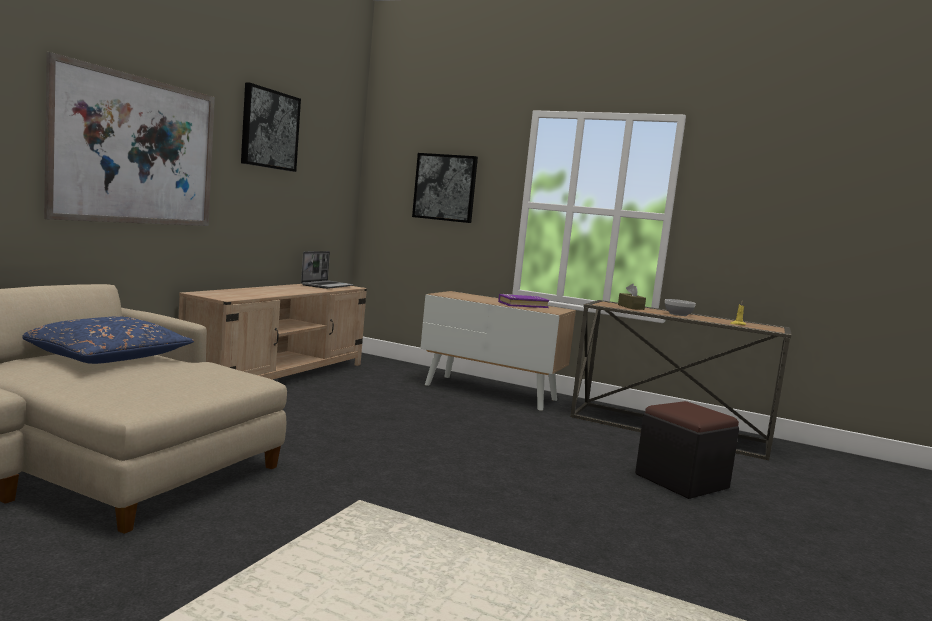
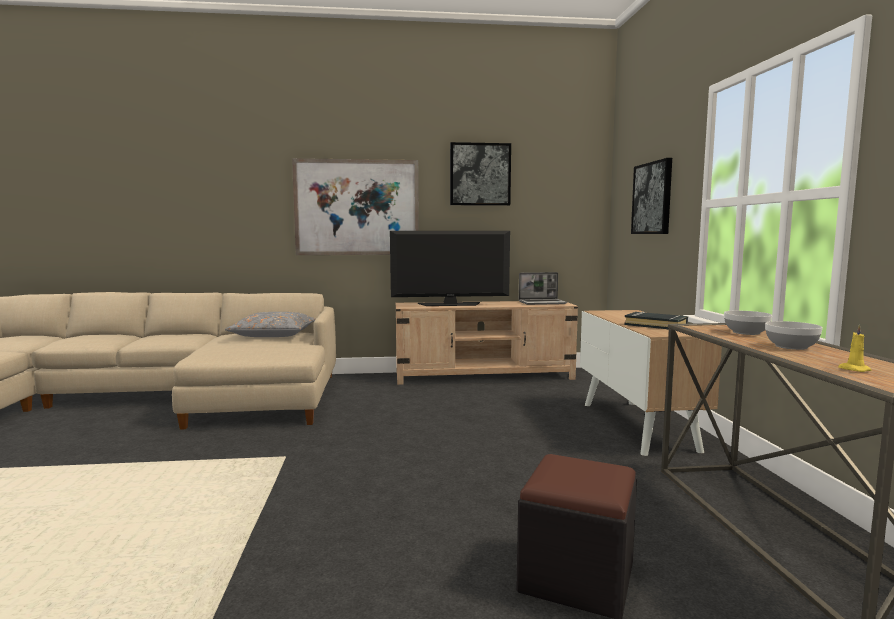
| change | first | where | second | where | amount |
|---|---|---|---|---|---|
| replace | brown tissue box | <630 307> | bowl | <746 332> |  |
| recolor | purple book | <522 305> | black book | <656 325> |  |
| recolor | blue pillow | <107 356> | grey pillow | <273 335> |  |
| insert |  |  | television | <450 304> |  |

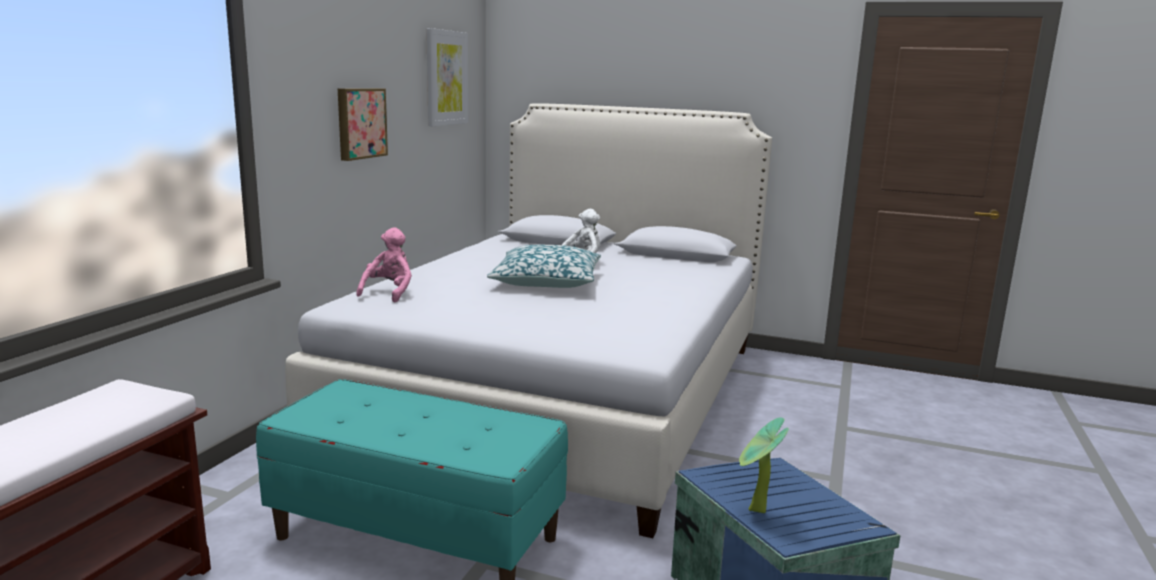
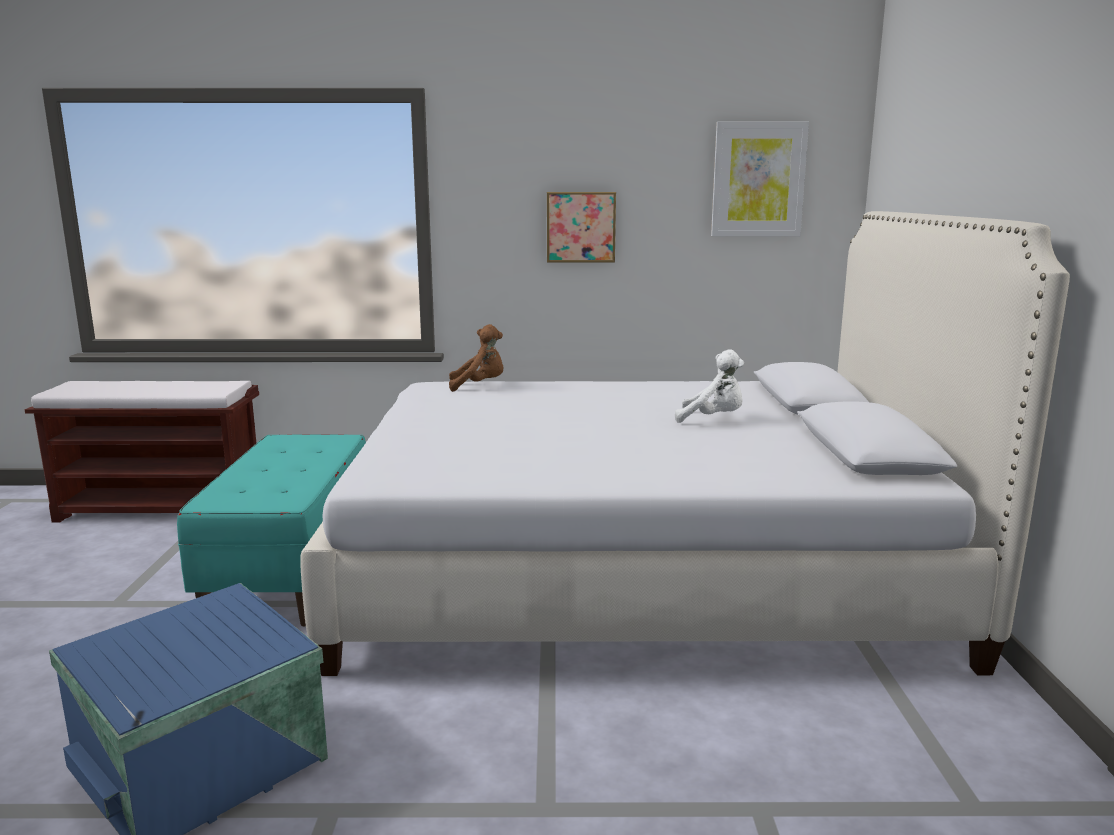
| change | first | where | second | where | amount |
|---|---|---|---|---|---|
| recolor | pink plush toy | <389 293> | brown plush toy | <479 386> |  |
| delete | pillow | <546 281> |  |  |  |
| delete | potted plant | <755 512> |  |  |  |

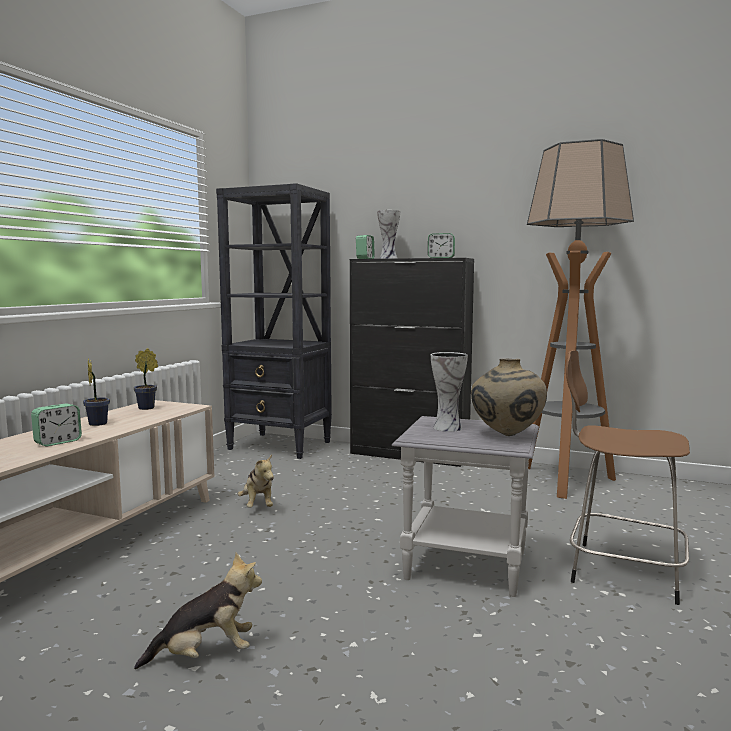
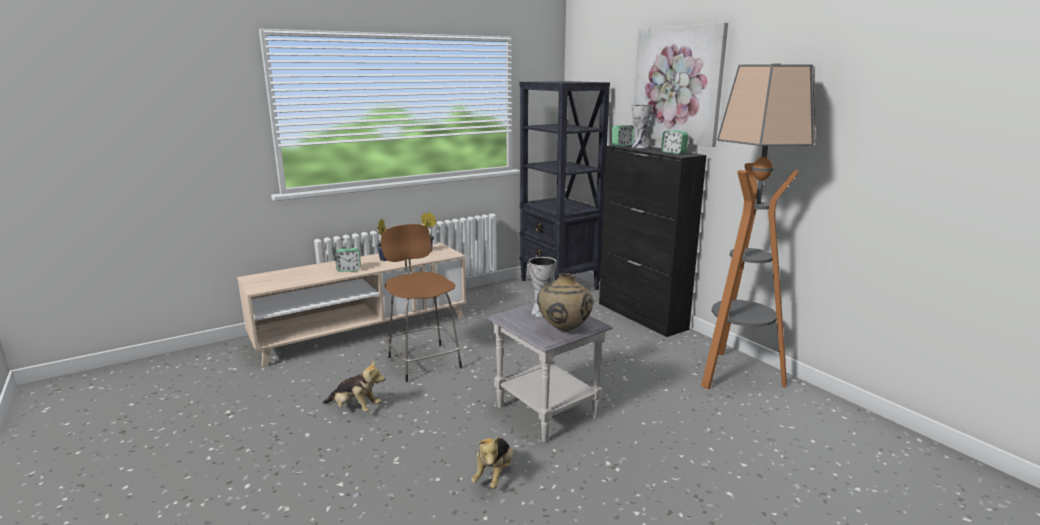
| change | first | where | second | where | amount |
|---|---|---|---|---|---|
| move | brown stool | <620 570> |  | <423 361> |  |
| move | plush toy | <257 505> |  | <494 475> |  |
| insert |  |  | picture | <677 85> |  |

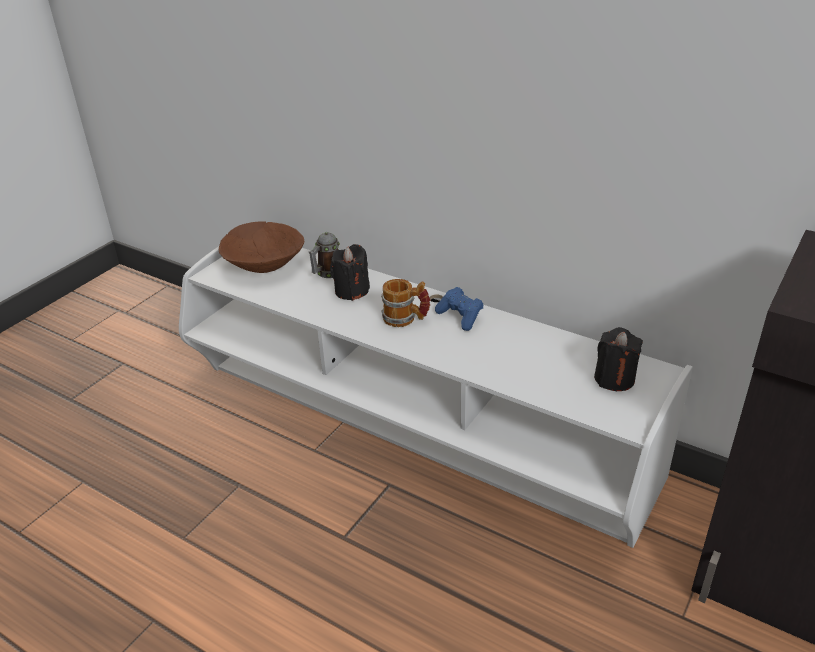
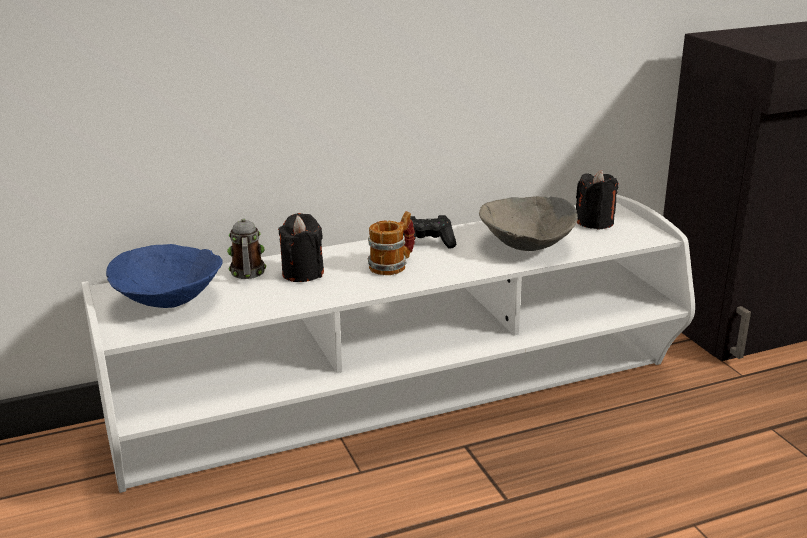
| change | first | where | second | where | amount |
|---|---|---|---|---|---|
| recolor | brown bowl | <265 266> | blue bowl | <169 300> |  |
| recolor | blue game controller | <460 317> | black game controller | <428 243> |  |
| insert |  |  | grey bowl | <527 245> |  |

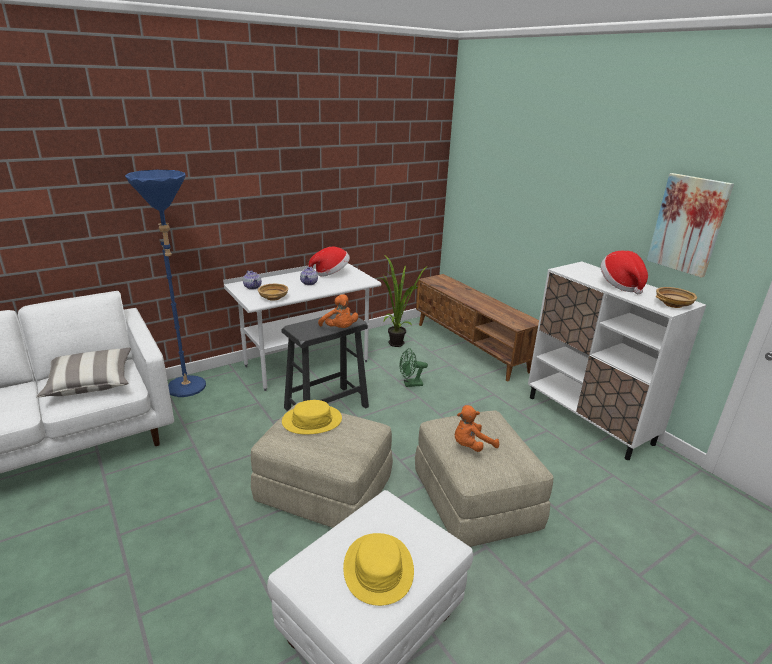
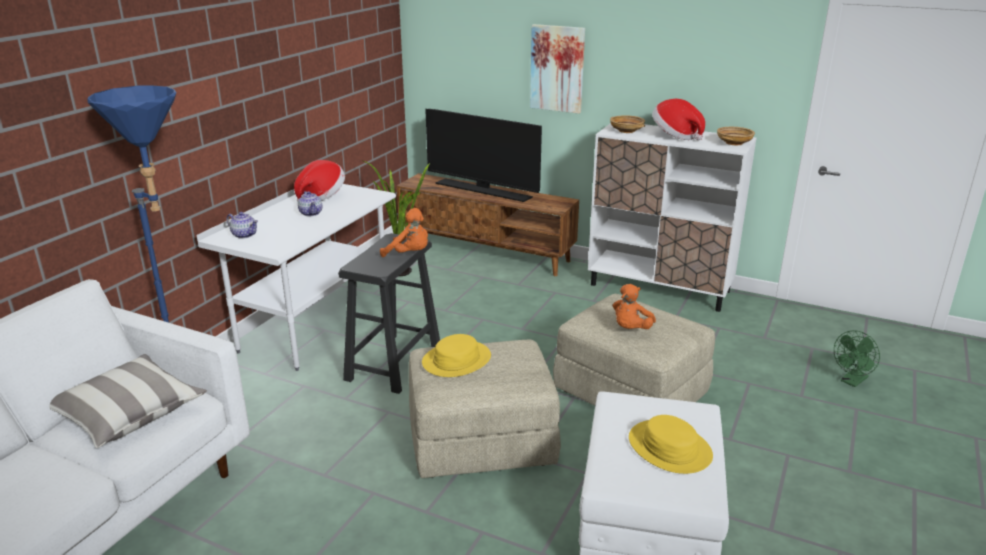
| change | first | where | second | where | amount |
|---|---|---|---|---|---|
| move | picture | <688 224> |  | <557 68> |  |
| move | beige bowl | <273 298> |  | <627 131> |  |
| move | green fan | <410 384> |  | <852 381> |  |
| insert |  |  | television | <483 190> |  |

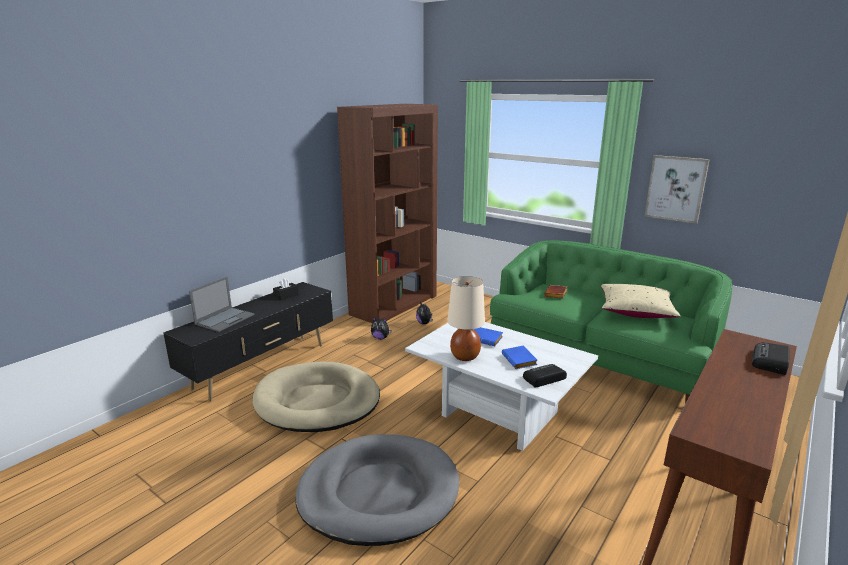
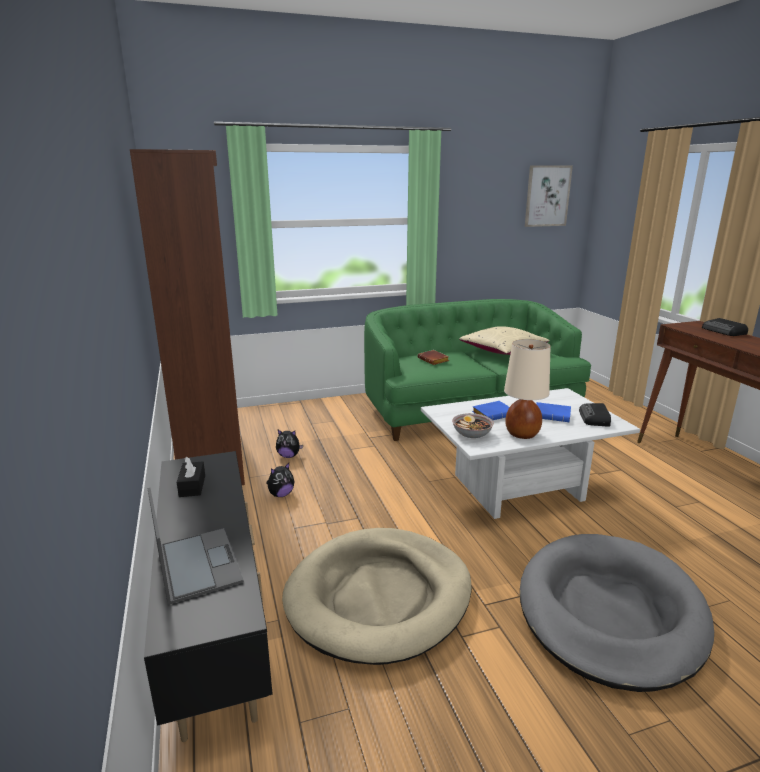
| change | first | where | second | where | amount |
|---|---|---|---|---|---|
| move | picture | <675 188> |  | <547 196> |  |
| insert |  |  | bowl | <472 434> |  |

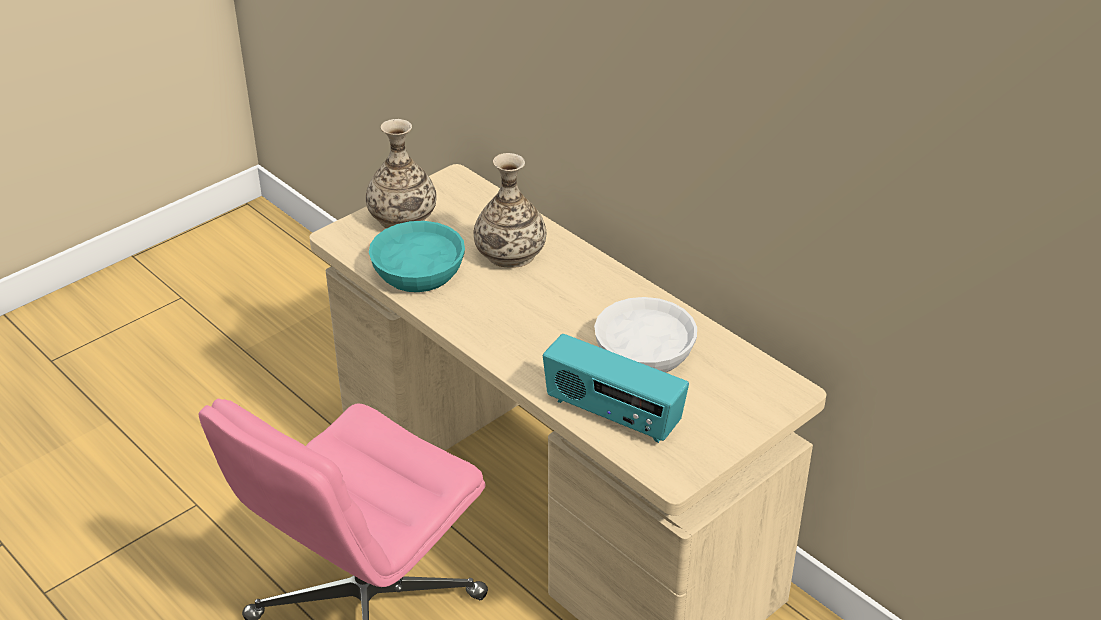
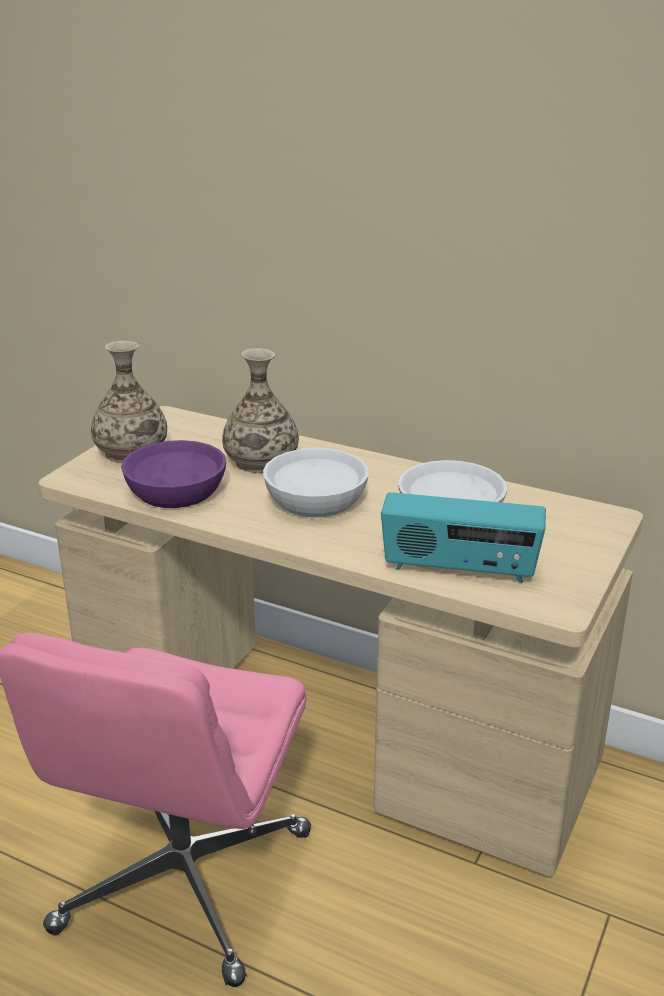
| change | first | where | second | where | amount |
|---|---|---|---|---|---|
| recolor | turquoise bowl | <417 273> | purple bowl | <175 492> |  |
| insert |  |  | white bowl | <316 501> |  |

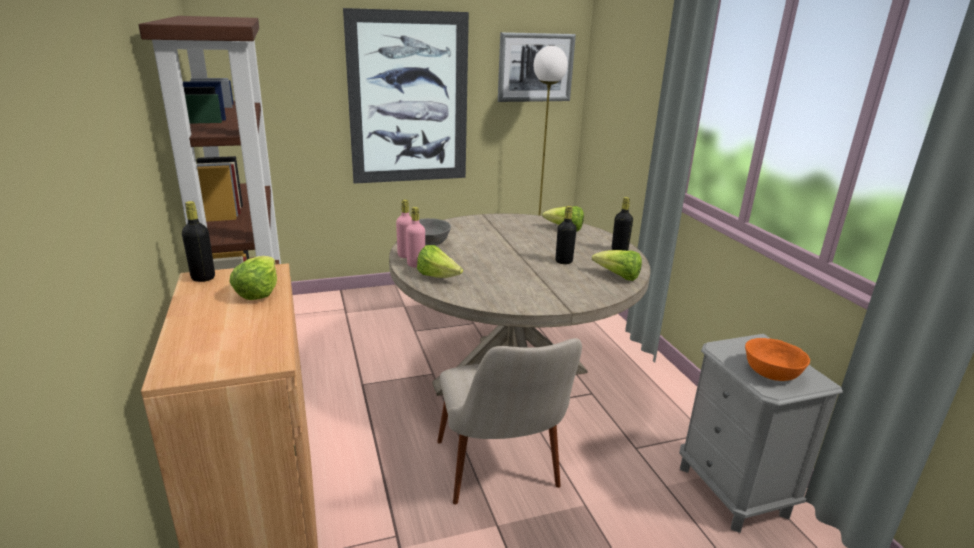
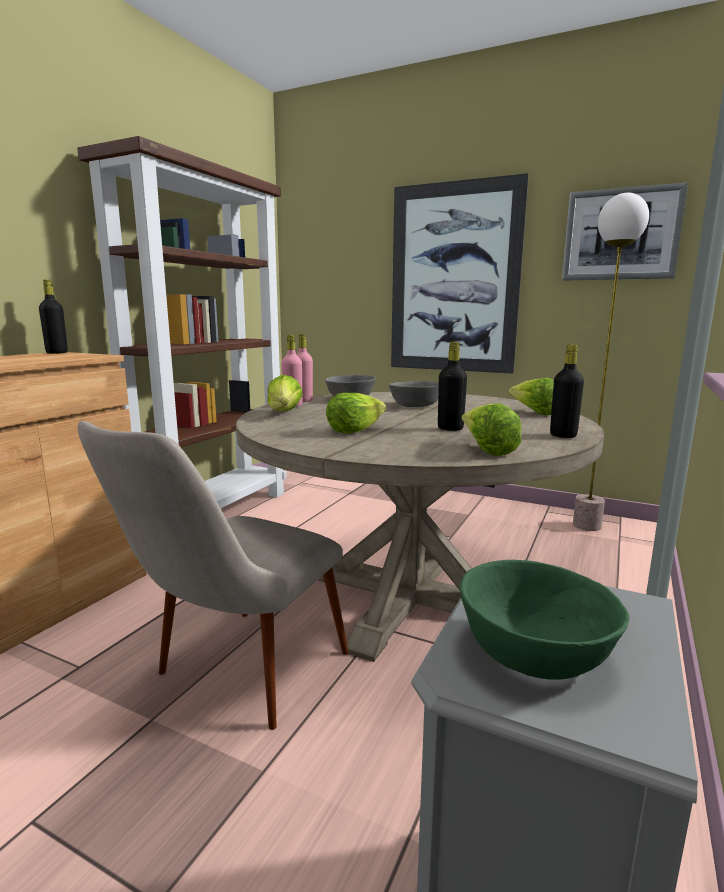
| change | first | where | second | where | amount |
|---|---|---|---|---|---|
| move | lettuce | <258 291> |  | <354 430> |  |
| recolor | orange bowl | <771 372> | green bowl | <534 651> |  |
| insert |  |  | grey bowl | <414 405> |  |

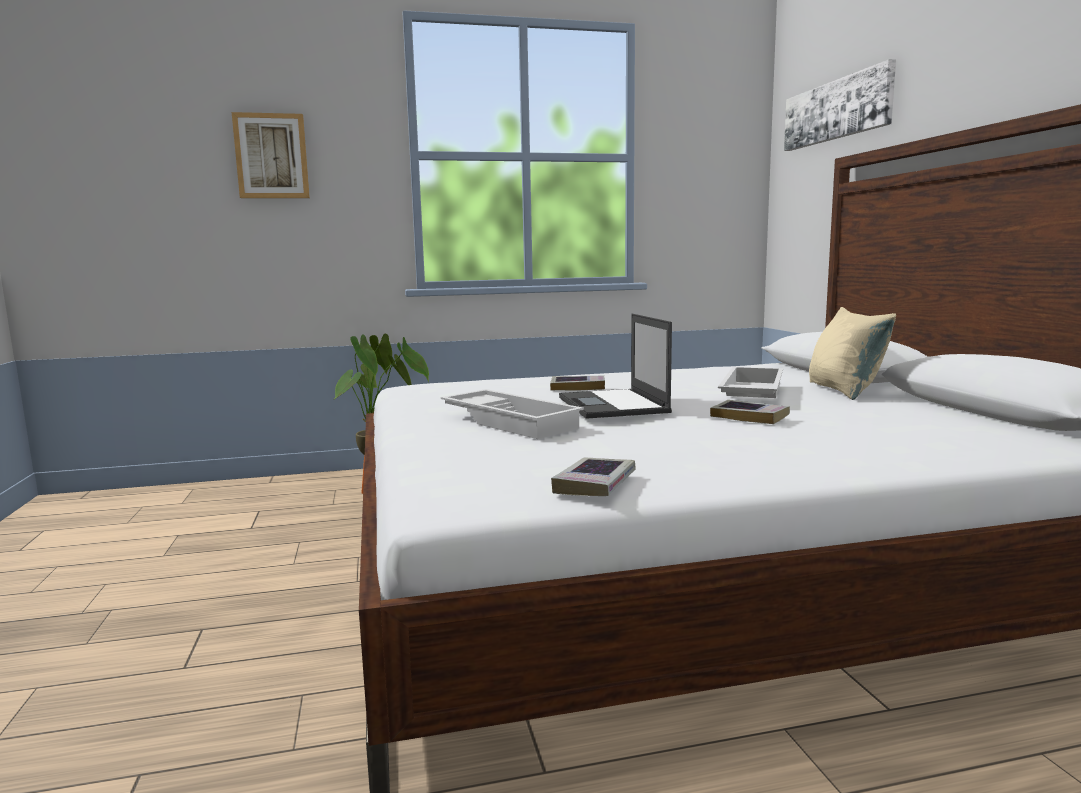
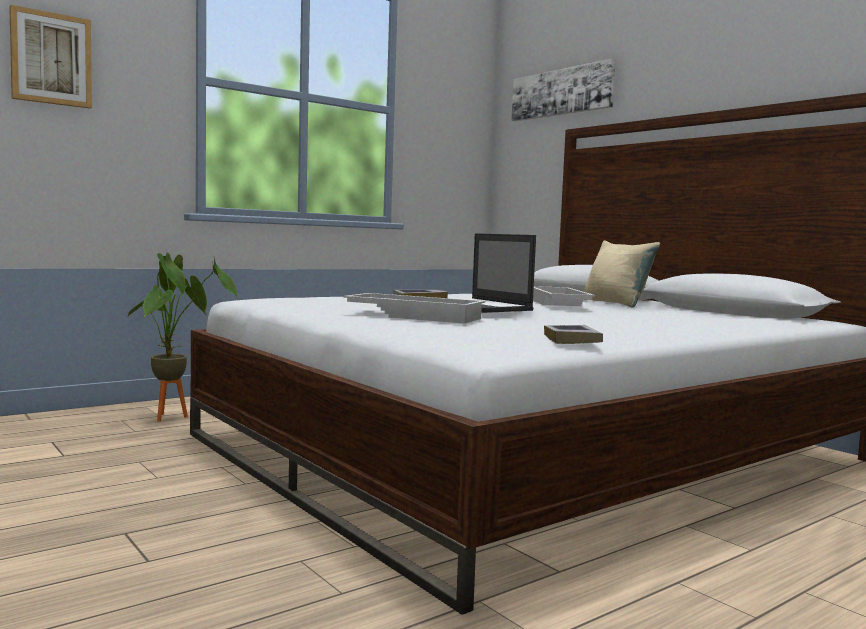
| change | first | where | second | where | amount |
|---|---|---|---|---|---|
| delete | book | <749 417> |  |  |  |

